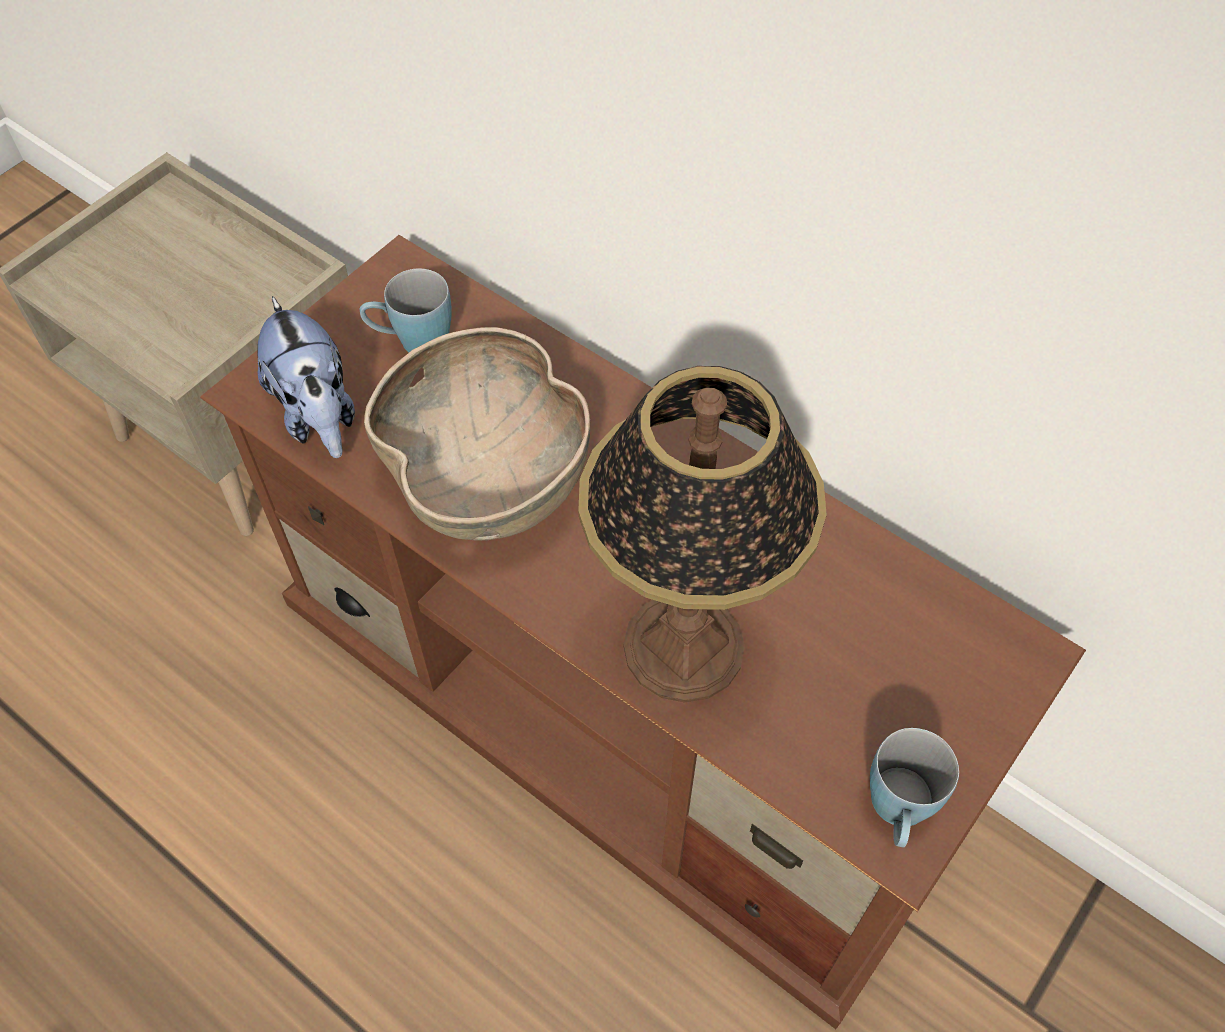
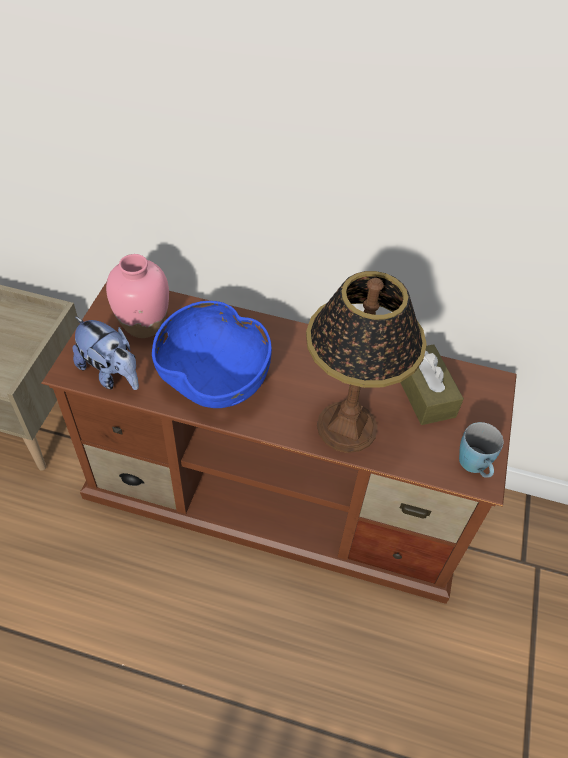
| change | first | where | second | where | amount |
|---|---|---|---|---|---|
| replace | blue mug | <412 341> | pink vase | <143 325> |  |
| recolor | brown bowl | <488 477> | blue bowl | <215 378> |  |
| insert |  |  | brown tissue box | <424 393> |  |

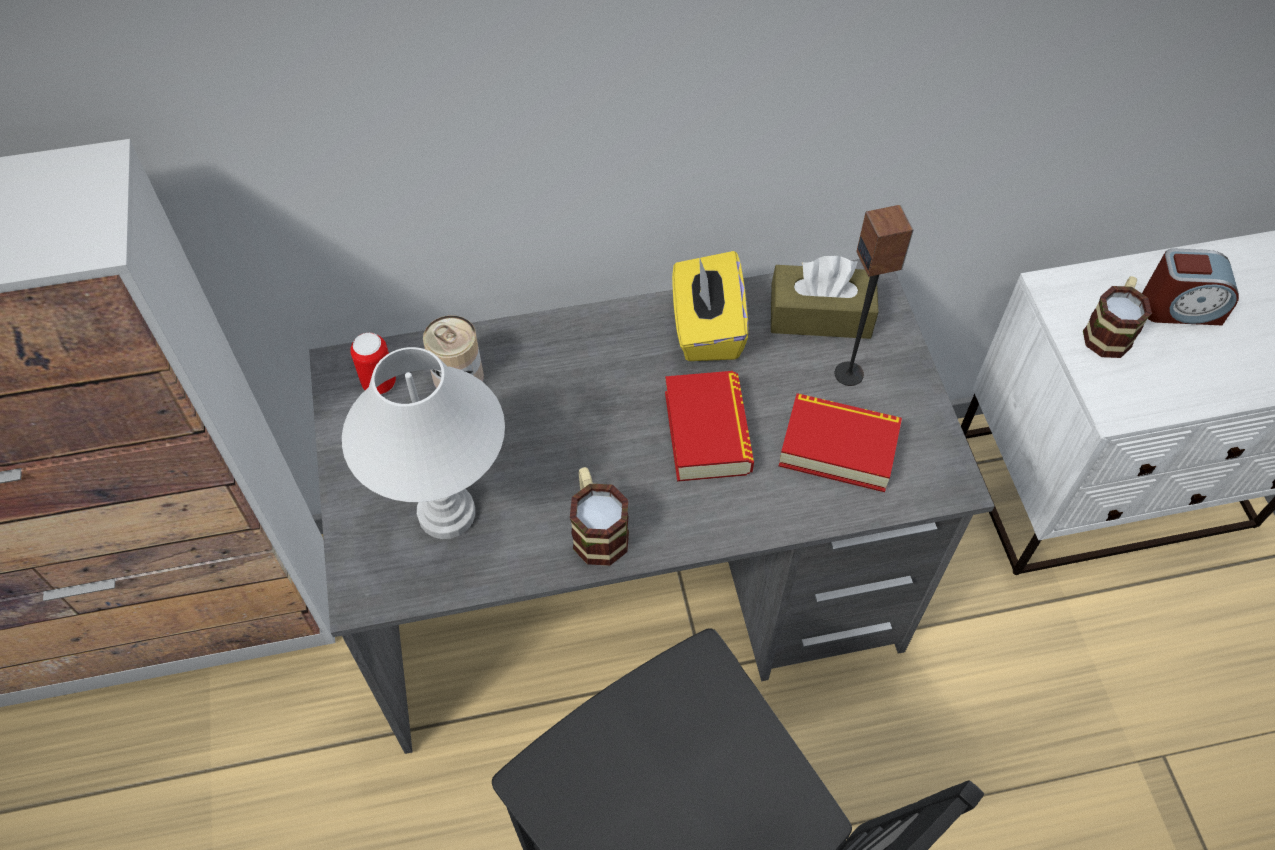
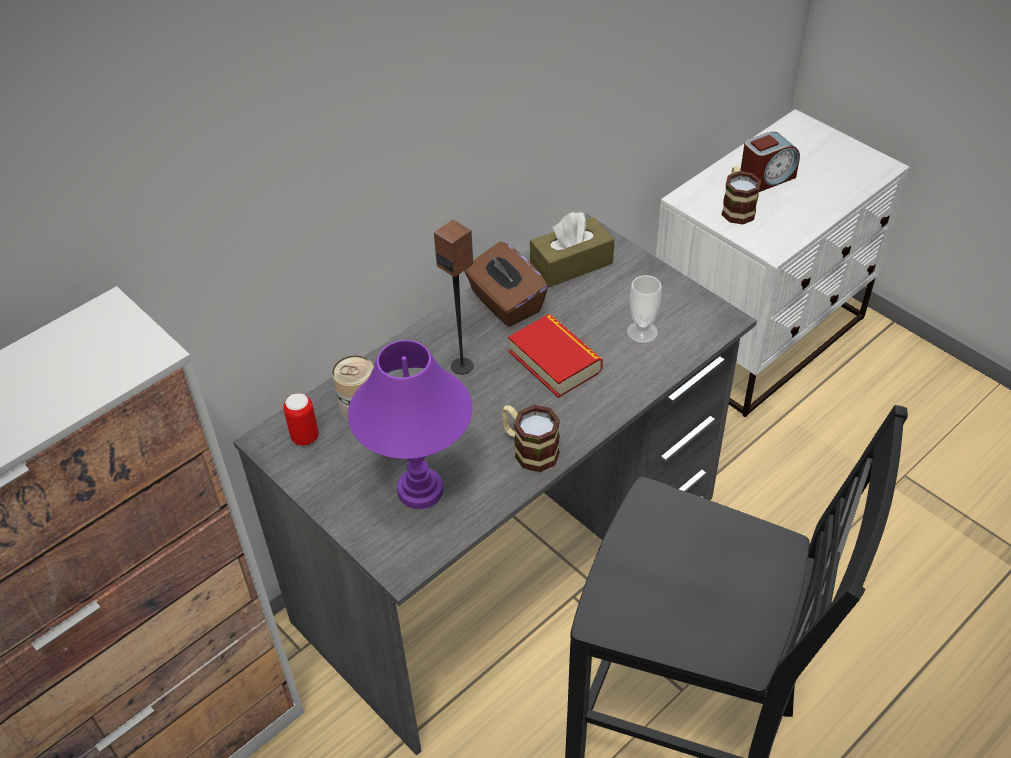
| change | first | where | second | where | amount |
|---|---|---|---|---|---|
| move | speaker | <849 374> |  | <462 366> |  |
| recolor | yellow tissue box | <706 328> | brown tissue box | <505 303> |  |
| recolor | white table lamp | <447 512> | purple table lamp | <420 490> |  |
| replace | book | <838 448> | cup | <642 332> |  |

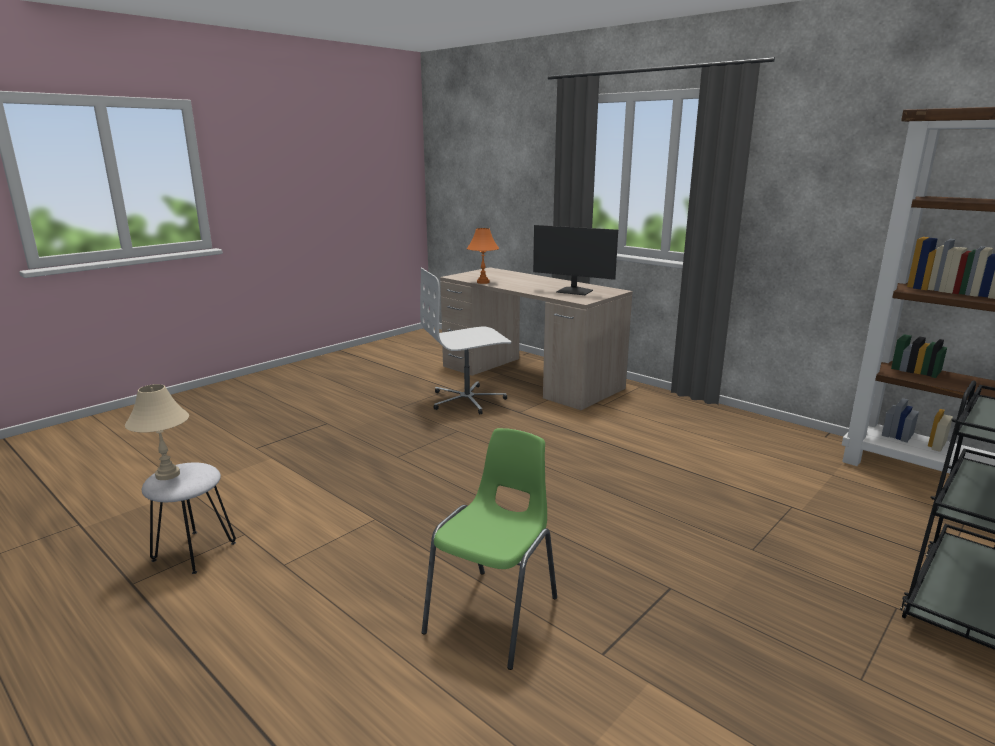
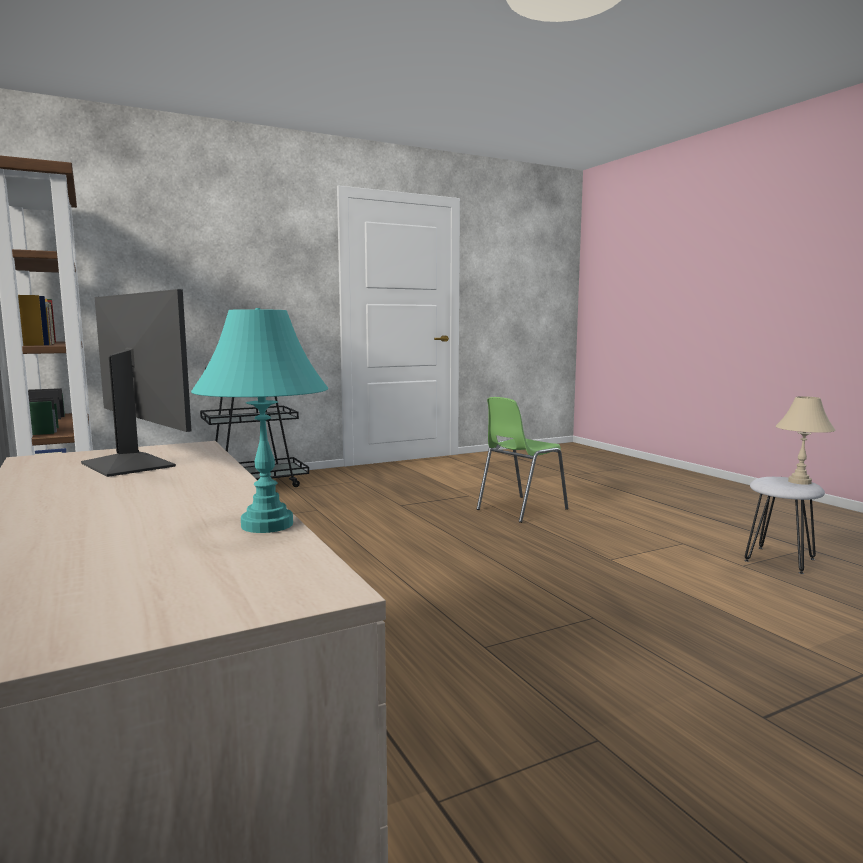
| change | first | where | second | where | amount |
|---|---|---|---|---|---|
| recolor | orange table lamp | <483 282> | turquoise table lamp | <266 524> |  |
| delete | white office chair | <467 400> |  |  |  |

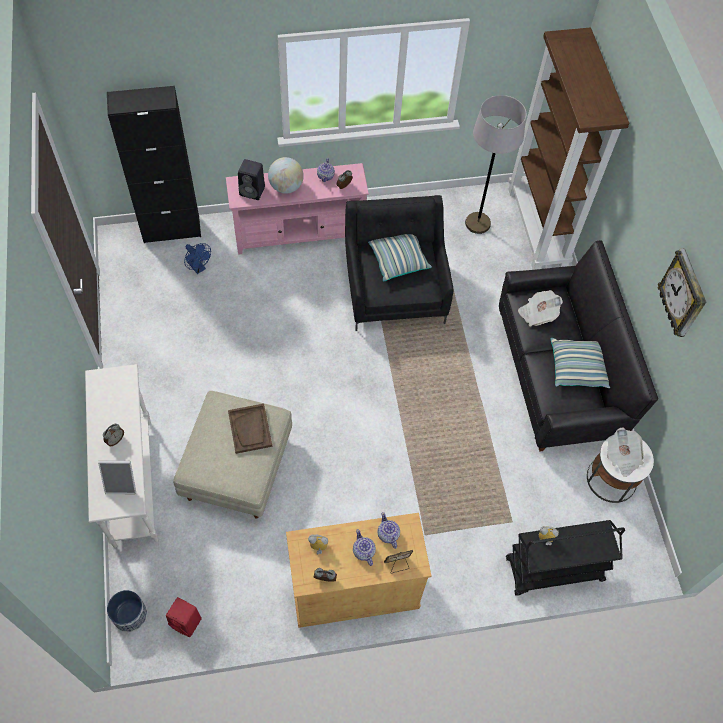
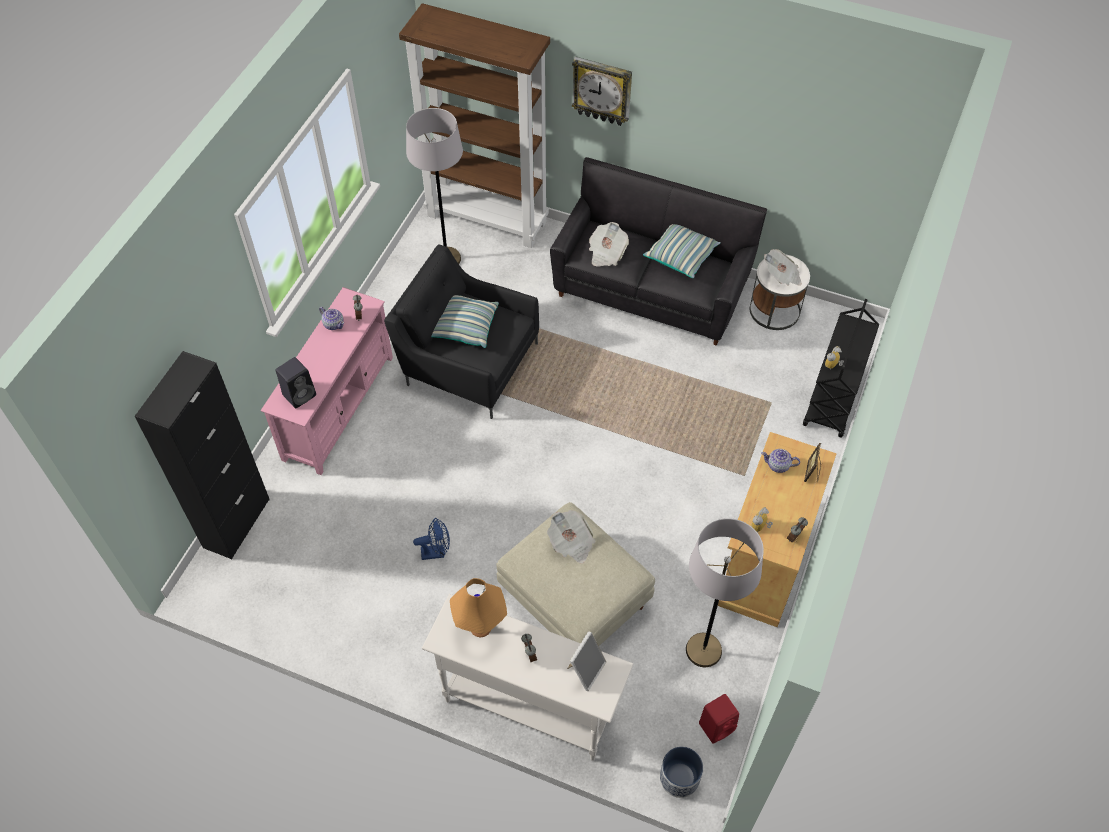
| change | first | where | second | where | amount |
|---|---|---|---|---|---|
| delete | globe | <286 187> |  |  |  |
| move | blue fan | <198 268> |  | <436 552> |  |
| move | wall clock | <683 295> |  | <602 91> |  |
| replace | brown tray | <250 429> | newspaper | <571 543> |  |
| delete | teapot | <363 552> |  |  |  |
| insert |  |  | grey floor lamp | <703 650> |  |
| insert |  |  | orange table lamp | <480 627> |  |

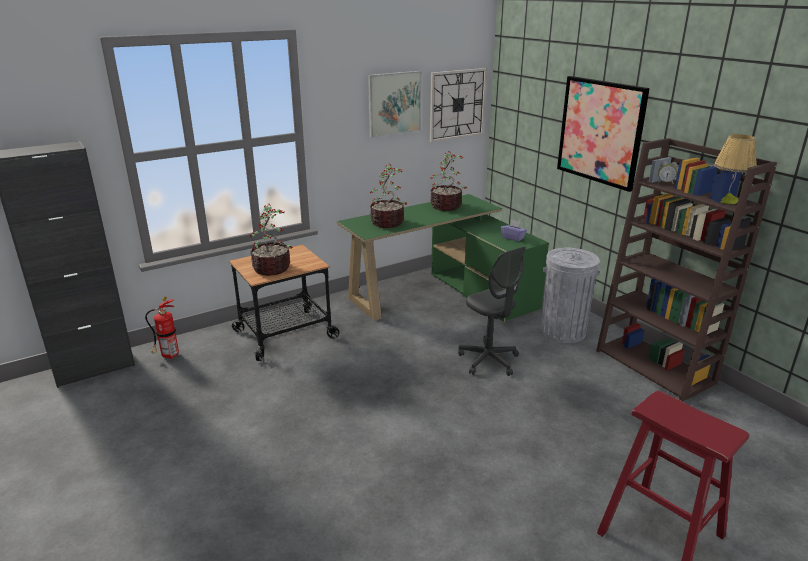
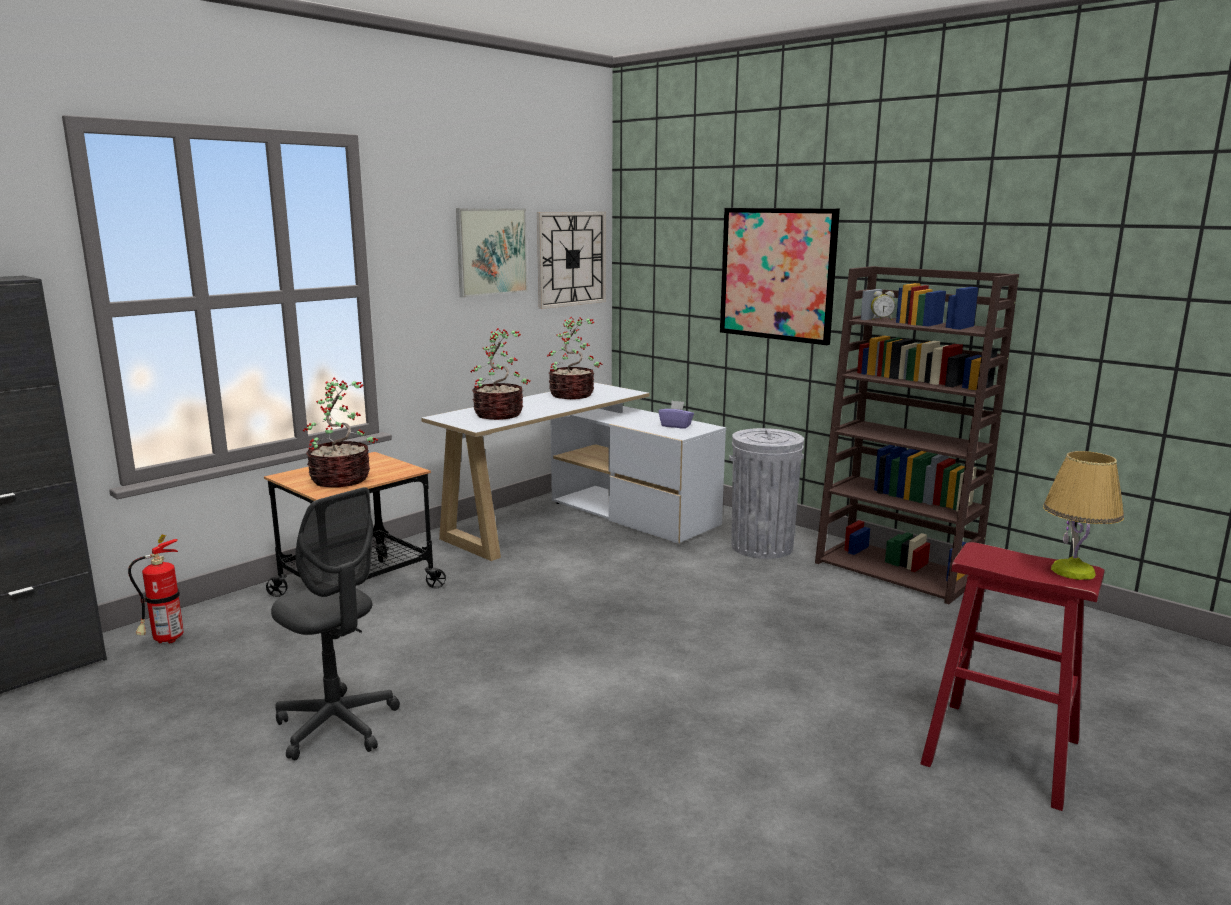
| change | first | where | second | where | amount |
|---|---|---|---|---|---|
| move | table lamp | <726 200> |  | <1073 571> |  |
| recolor | green desk | <443 294> | white desk | <579 522> |  |
| move | grey office chair | <488 360> |  | <337 726> |  |

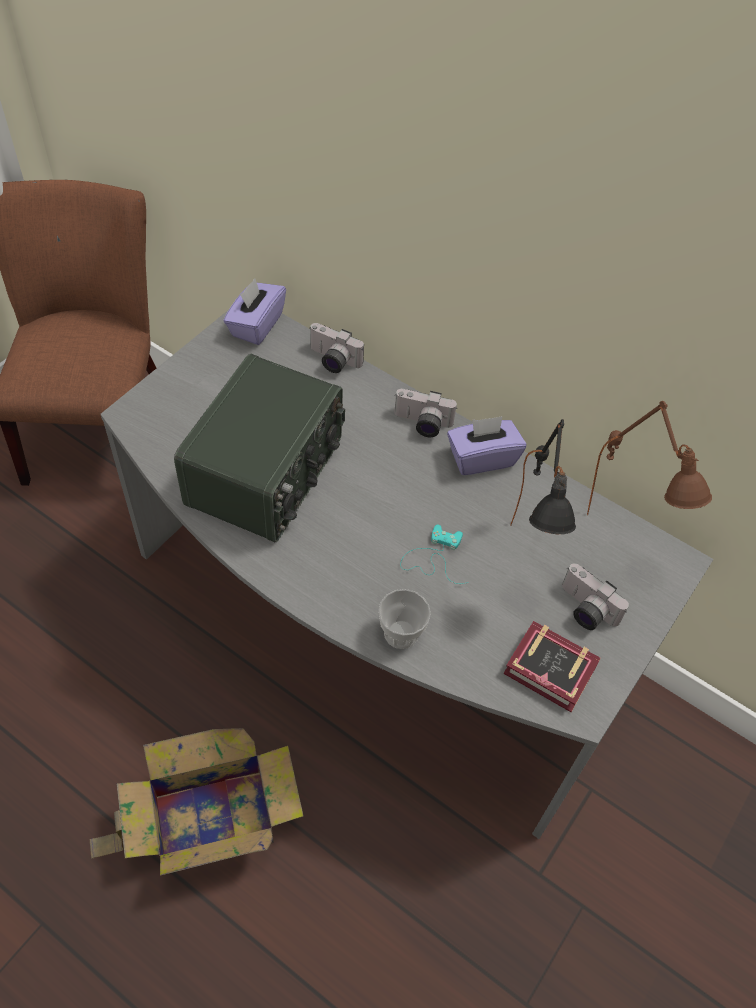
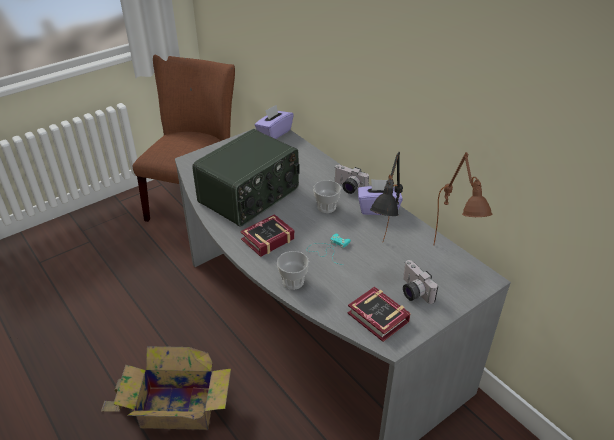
| change | first | where | second | where | amount |
|---|---|---|---|---|---|
| delete | photo camera | <332 361> |  |  |  |
| insert |  |  | cup | <326 207> |  |
| insert |  |  | book | <265 239> |  |

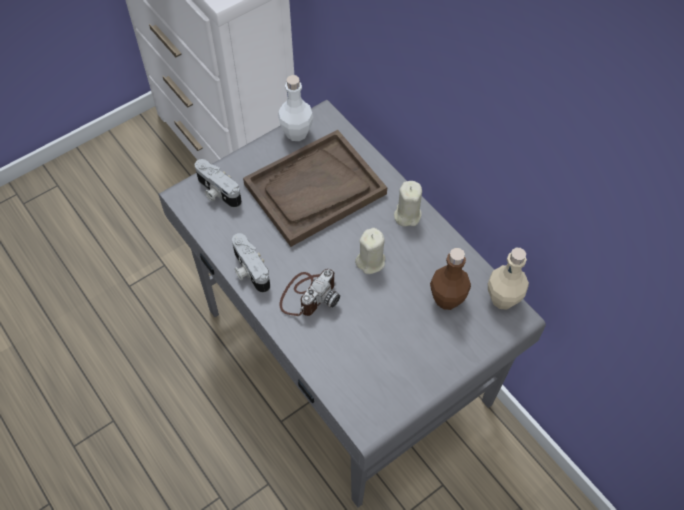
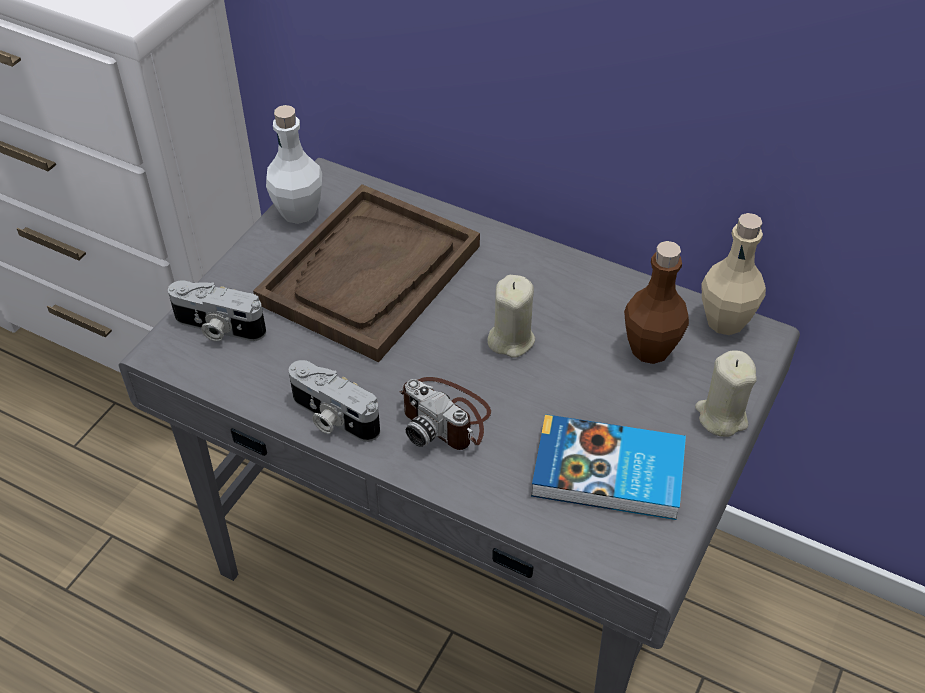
| change | first | where | second | where | amount |
|---|---|---|---|---|---|
| move | beige candle | <407 215> |  | <721 416> |  |
| rotate | photo camera | <308 295> |  | <446 417> | 120 degrees clockwise |
| insert |  |  | book | <609 474> |  |

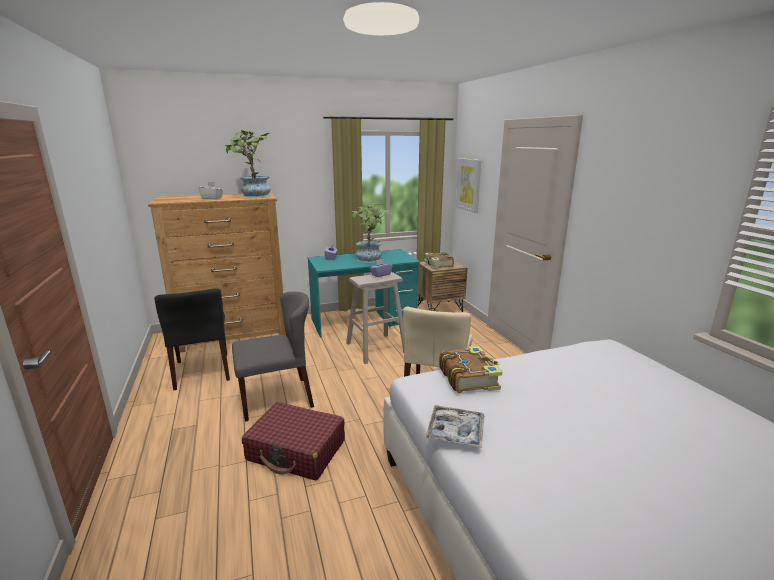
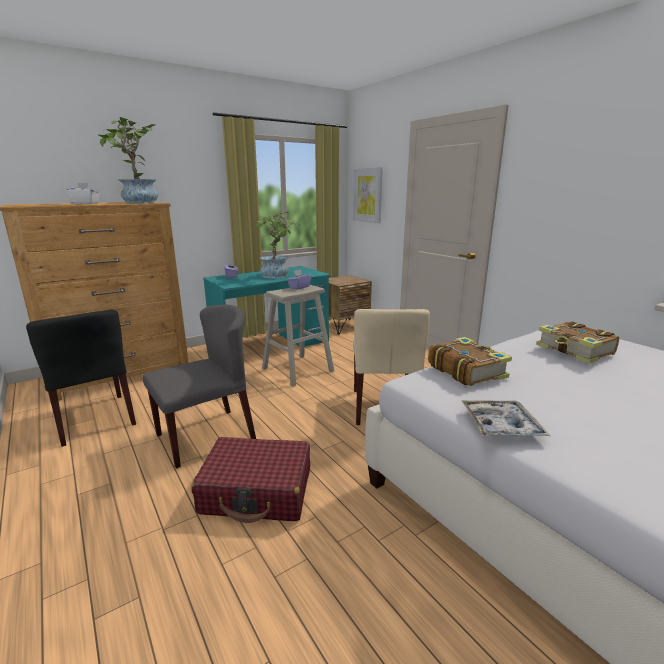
| change | first | where | second | where | amount |
|---|---|---|---|---|---|
| move | book | <438 265> |  | <575 351> |  |

